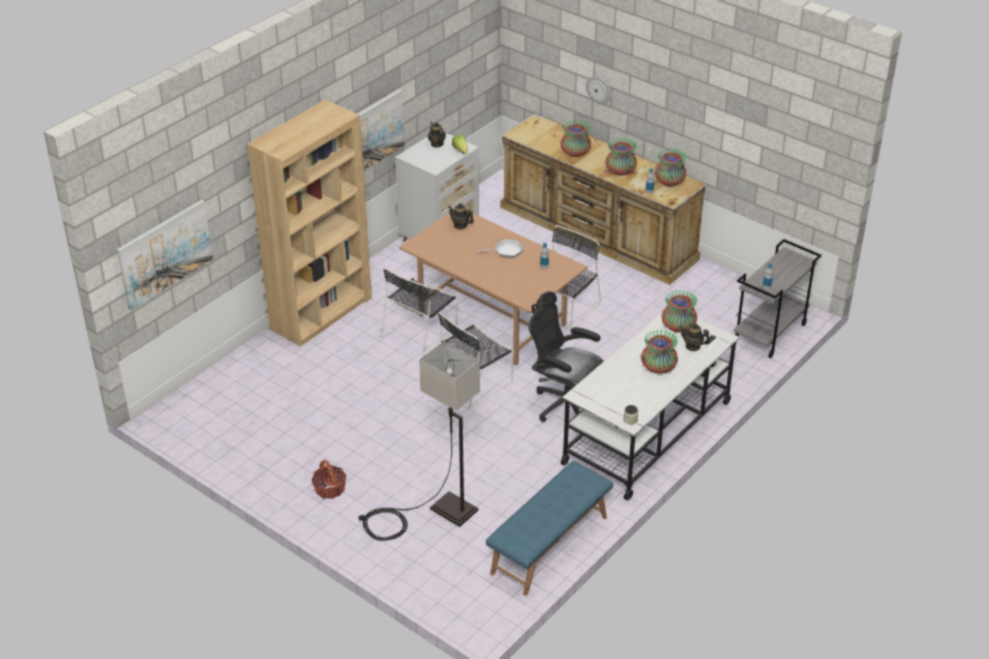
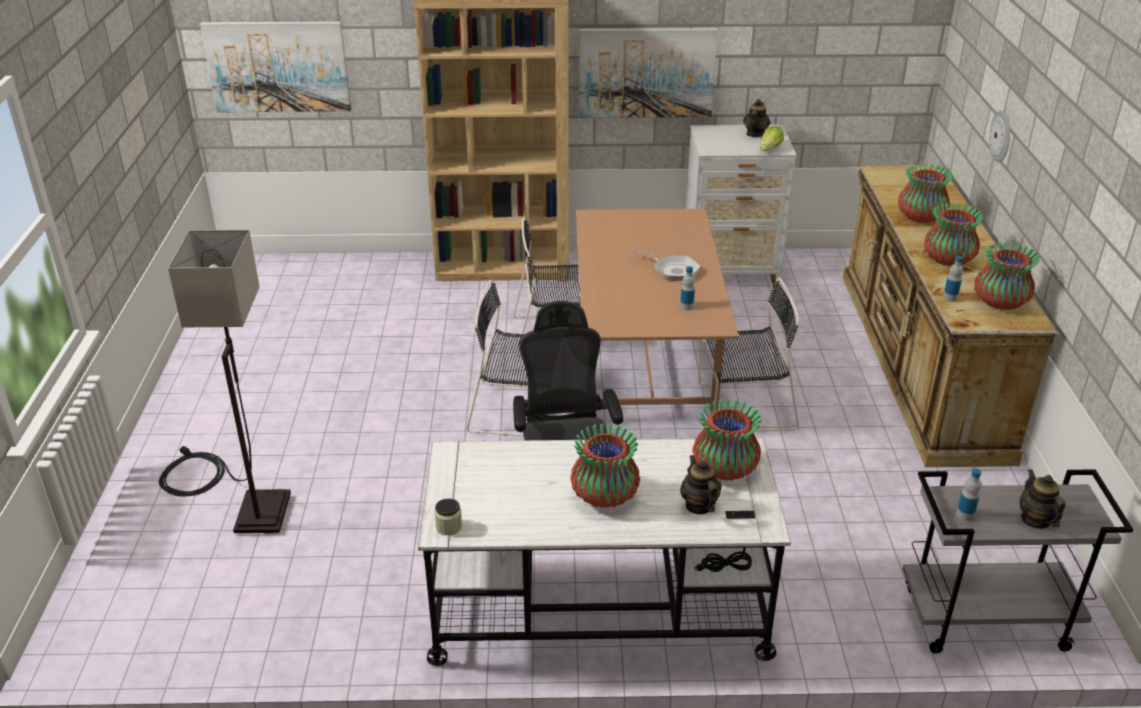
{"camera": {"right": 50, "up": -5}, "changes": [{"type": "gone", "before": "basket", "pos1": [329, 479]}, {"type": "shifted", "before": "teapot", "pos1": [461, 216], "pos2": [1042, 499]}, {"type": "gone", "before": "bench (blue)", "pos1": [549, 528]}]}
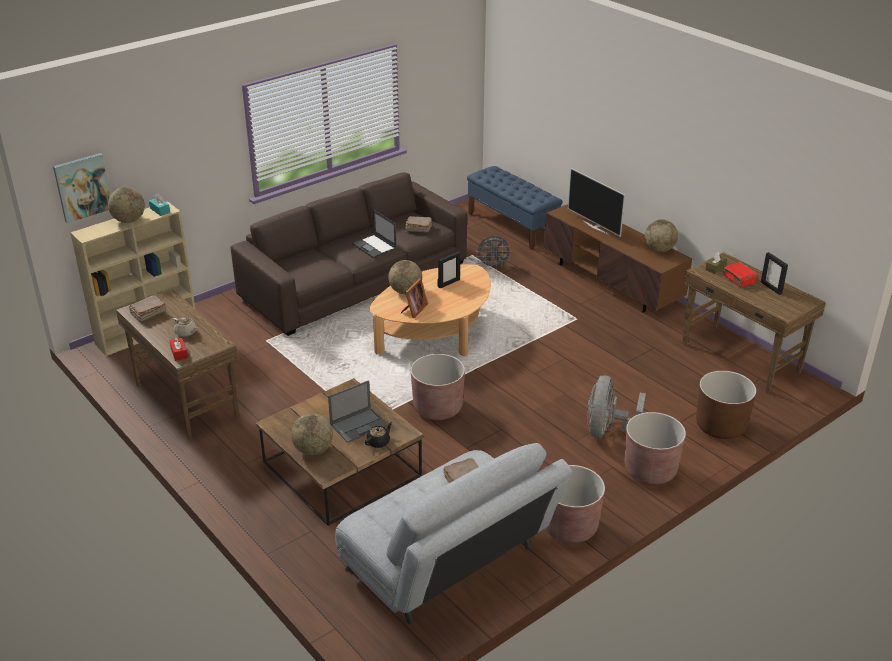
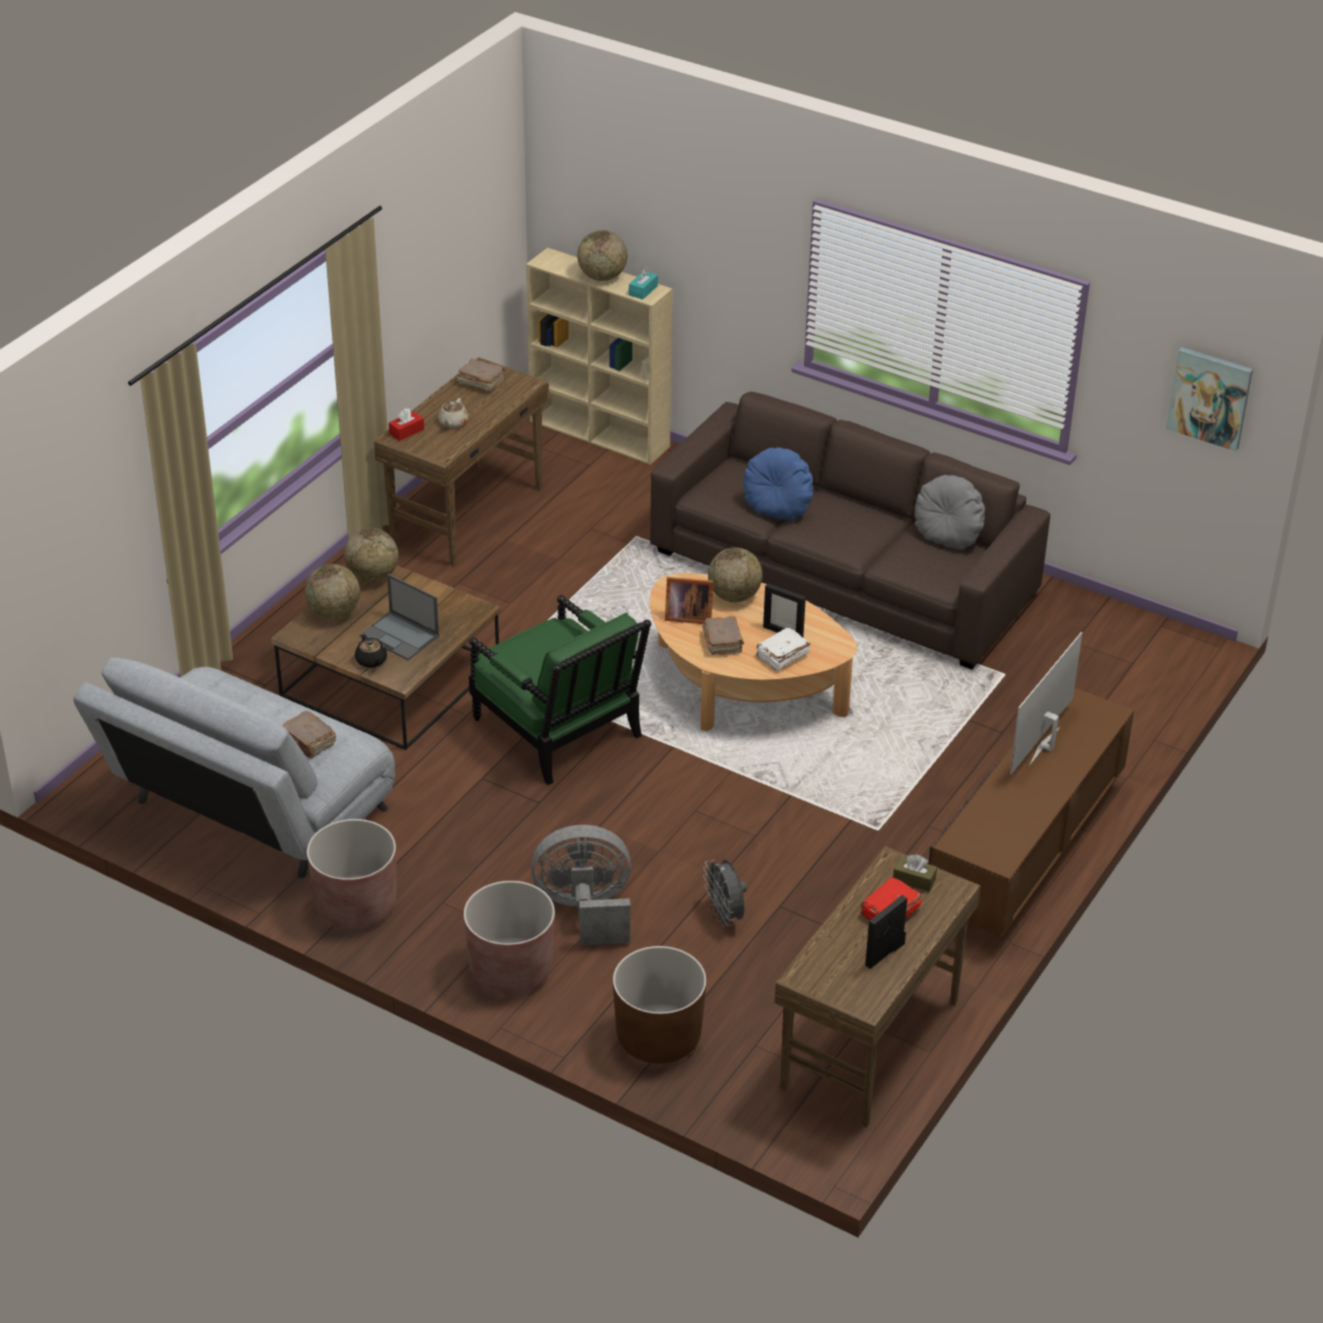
{"camera": {"right": 70, "up": 5}, "changes": [{"type": "shifted", "before": "picture", "pos1": [81, 188], "pos2": [1209, 399]}, {"type": "gone", "before": "laptop", "pos1": [374, 234]}, {"type": "rotated", "before": "teapot (black)", "pos1": [378, 435], "pos2": [371, 651], "turn": 45}, {"type": "shifted", "before": "book (brown)", "pos1": [418, 224], "pos2": [723, 635]}, {"type": "swapped", "before": "planter (brown)", "after": "armchair (green)", "pos1": [438, 387], "pos2": [560, 690]}, {"type": "gone", "before": "bench (blue)", "pos1": [514, 208]}, {"type": "shifted", "before": "fan (grey)", "pos1": [494, 252], "pos2": [725, 893]}, {"type": "shifted", "before": "globe", "pos1": [661, 235], "pos2": [371, 555]}, {"type": "new", "after": "pillow (blue)", "pos2": [778, 484]}, {"type": "new", "after": "book (white)", "pos2": [783, 649]}, {"type": "new", "after": "pillow (grey)", "pos2": [950, 512]}]}
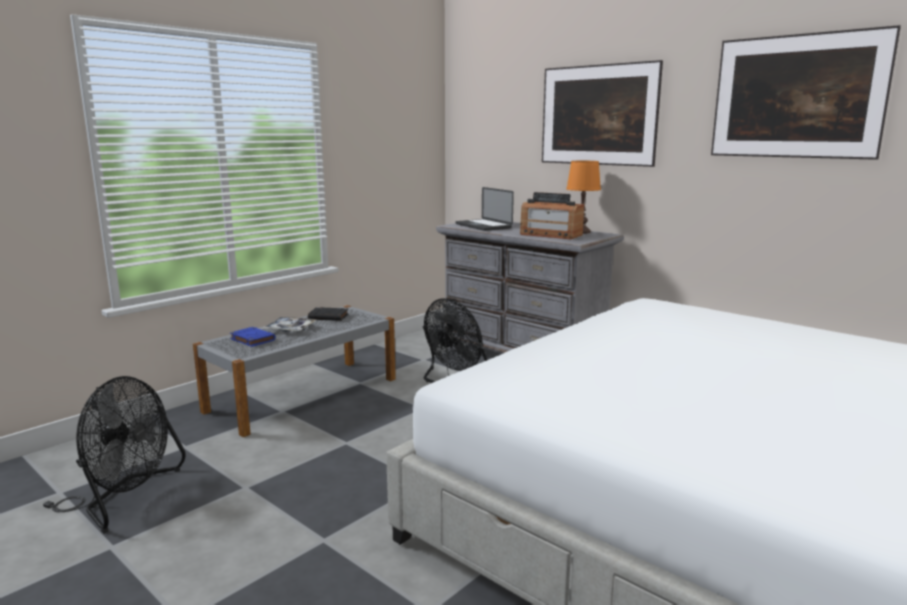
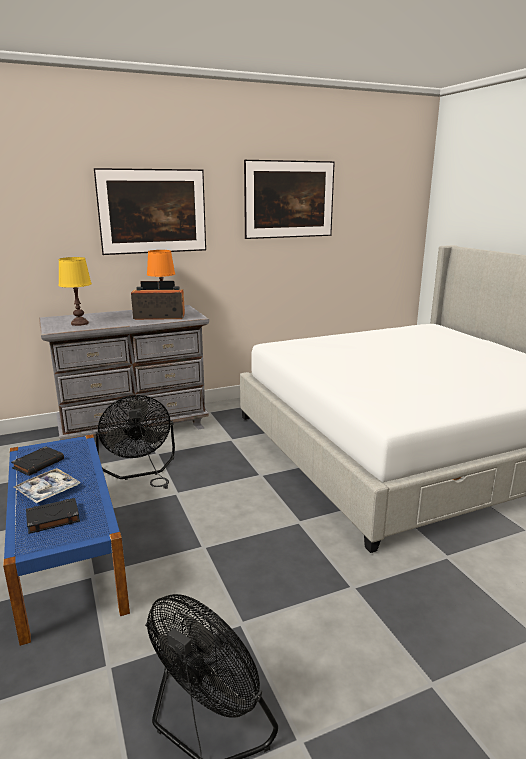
{"camera": {"right": -65, "up": 5}, "changes": [{"type": "repainted", "before": "bench (grey)", "after": "bench (blue)", "pos1": [294, 371], "pos2": [66, 540]}, {"type": "repainted", "before": "book (blue)", "after": "book (black)", "pos1": [253, 337], "pos2": [53, 516]}, {"type": "swapped", "before": "laptop", "after": "table lamp (yellow)", "pos1": [485, 209], "pos2": [75, 291]}, {"type": "rotated", "before": "radio", "pos1": [552, 215], "pos2": [158, 300], "turn": -150}]}
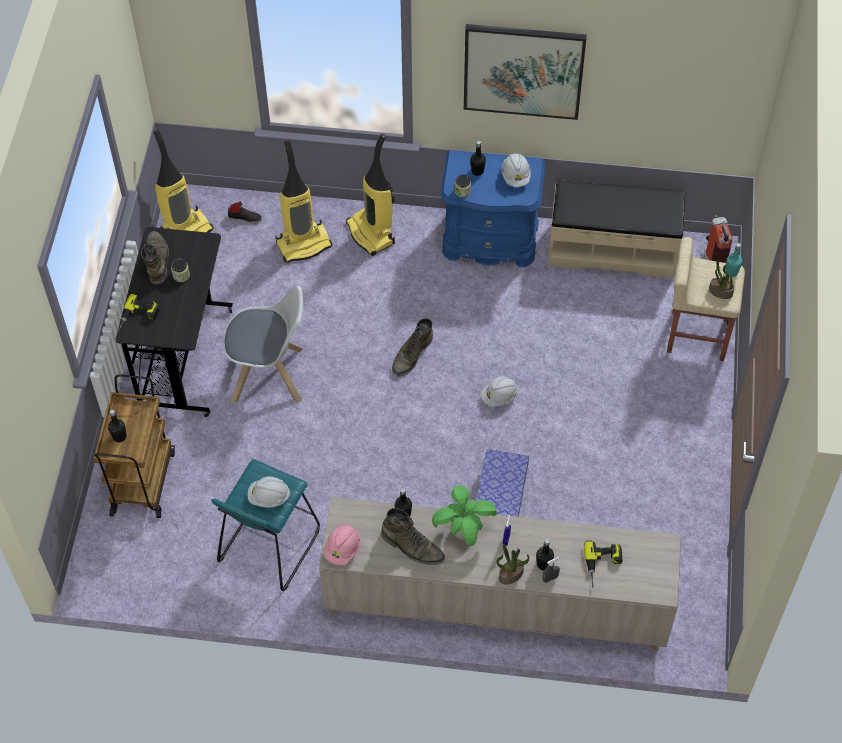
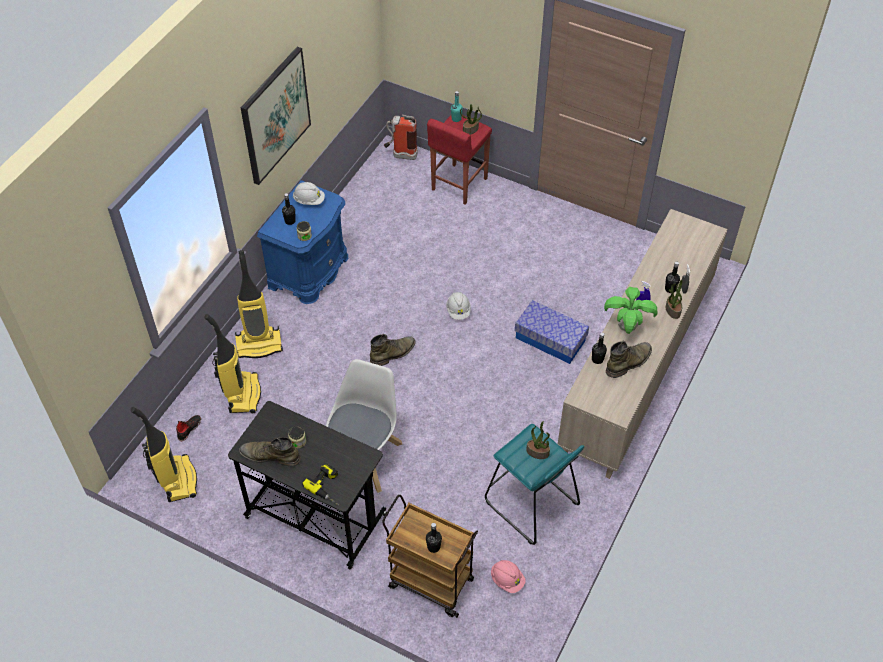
{"camera": {"right": -70, "up": -5}, "changes": [{"type": "swapped", "before": "hard hat (white)", "after": "potted plant", "pos1": [269, 492], "pos2": [538, 440]}, {"type": "shifted", "before": "hard hat (pink)", "pos1": [342, 545], "pos2": [508, 576]}, {"type": "rotated", "before": "boot (green)", "pos1": [412, 347], "pos2": [393, 350], "turn": -90}, {"type": "gone", "before": "bench (beige)", "pos1": [616, 228]}, {"type": "gone", "before": "power drill", "pos1": [603, 564]}, {"type": "repainted", "before": "stool (beige)", "after": "stool (red)", "pos1": [706, 299], "pos2": [459, 160]}]}
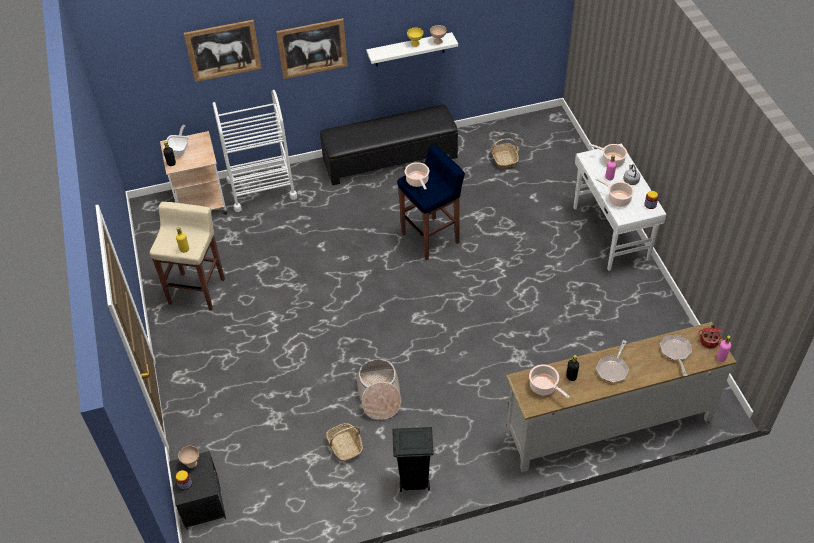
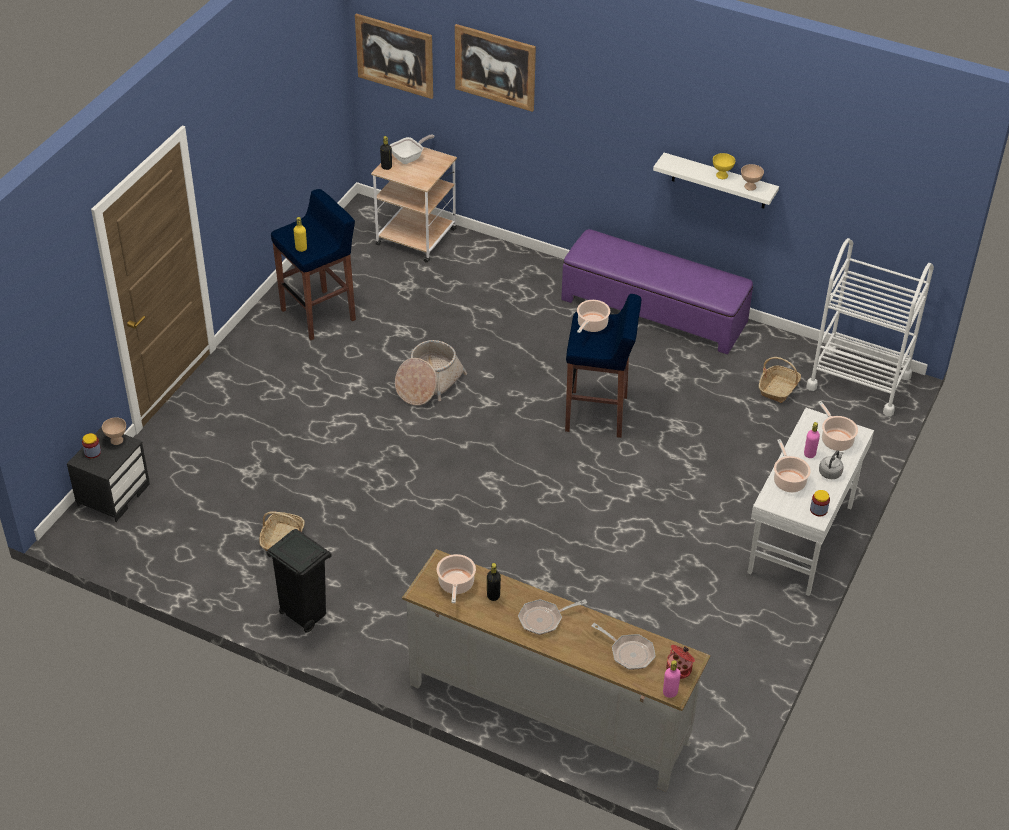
{"camera": {"right": 40, "up": -5}, "changes": [{"type": "repainted", "before": "stool (beige)", "after": "stool (blue)", "pos1": [187, 256], "pos2": [313, 264]}, {"type": "shifted", "before": "cart (white)", "pos1": [254, 151], "pos2": [870, 327]}, {"type": "shifted", "before": "picture", "pos1": [312, 48], "pos2": [394, 56]}, {"type": "repainted", "before": "bench (black)", "after": "bench (purple)", "pos1": [389, 144], "pos2": [657, 291]}, {"type": "shifted", "before": "basket", "pos1": [379, 389], "pos2": [431, 373]}, {"type": "rotated", "before": "frying pan", "pos1": [676, 355], "pos2": [623, 646], "turn": 90}]}
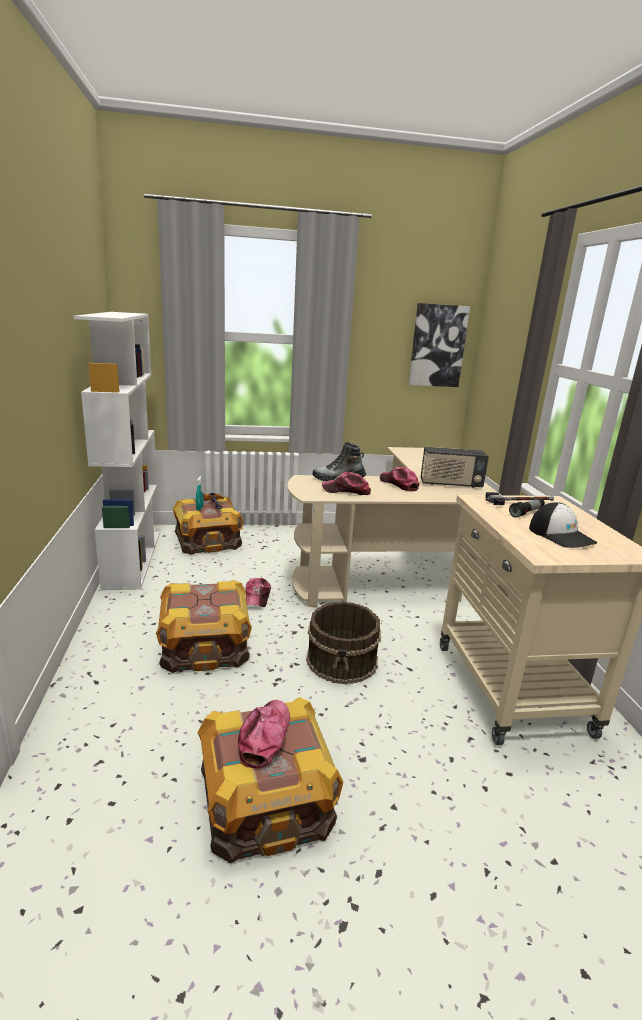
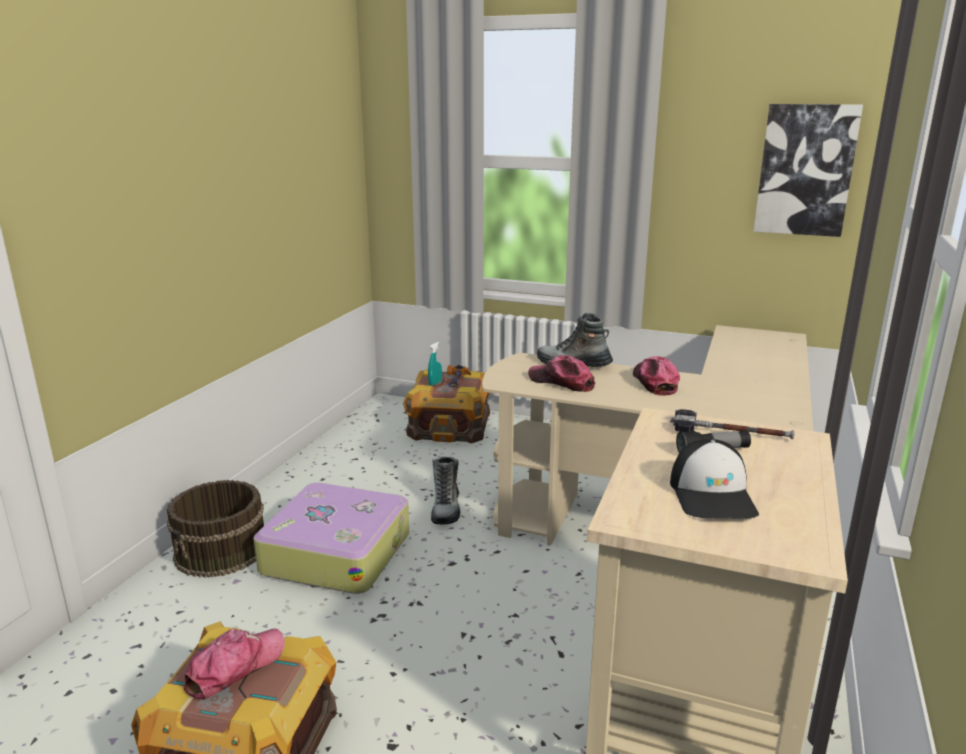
{"camera": {"right": 30, "up": 0}, "changes": [{"type": "gone", "before": "bookcase (white)", "pos1": [117, 451]}, {"type": "swapped", "before": "crate", "after": "suitcase", "pos1": [204, 626], "pos2": [331, 538]}, {"type": "swapped", "before": "cap", "after": "boot", "pos1": [258, 592], "pos2": [445, 491]}, {"type": "shifted", "before": "bucket (brown)", "pos1": [343, 643], "pos2": [215, 529]}, {"type": "gone", "before": "radio", "pos1": [455, 467]}]}
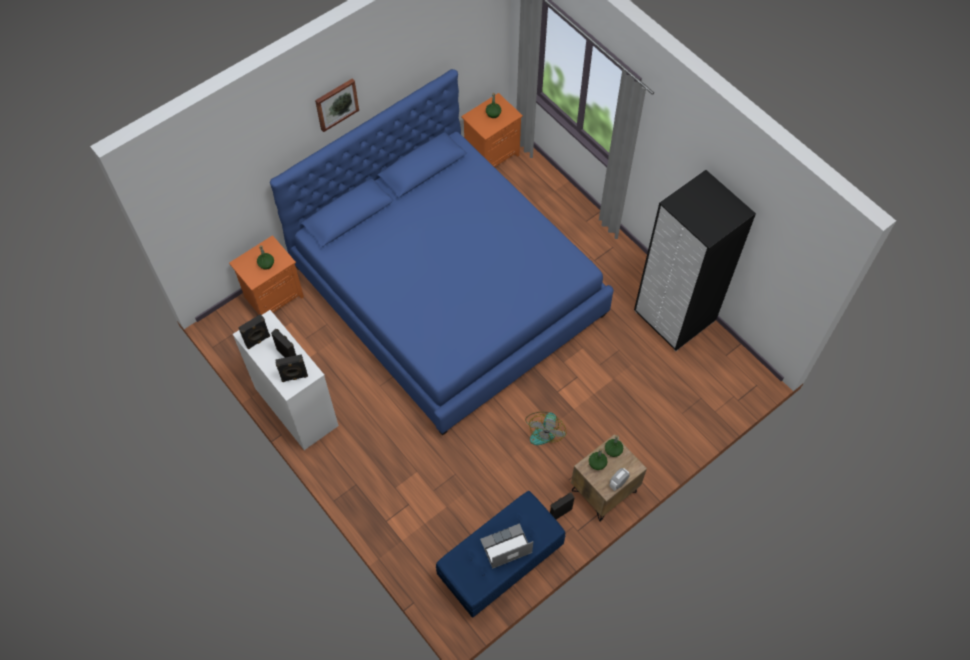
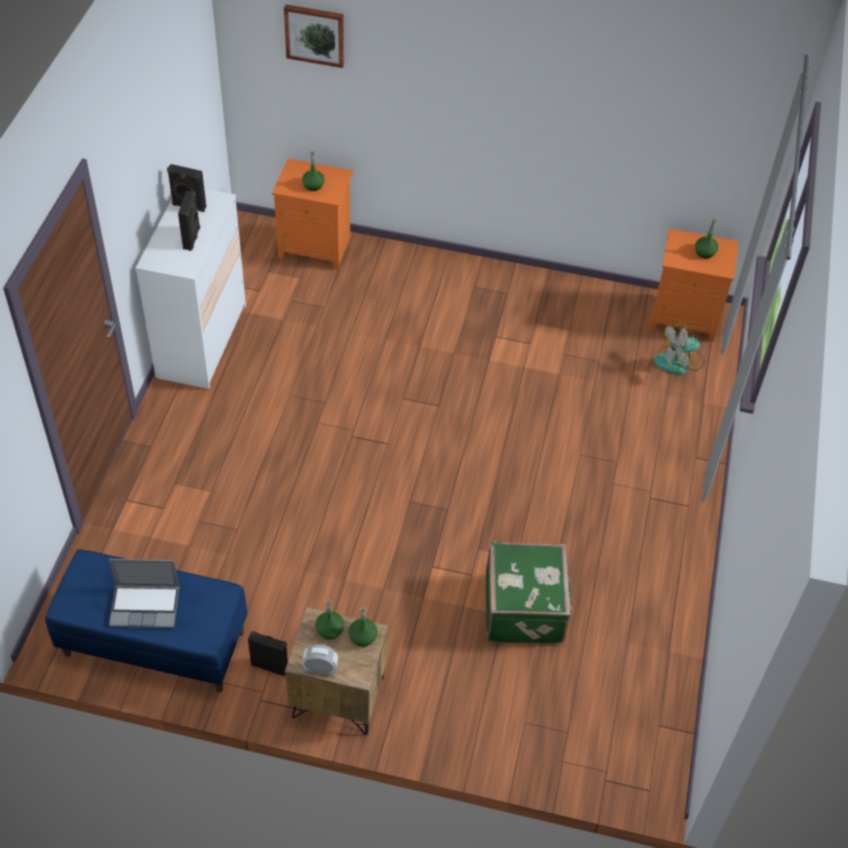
{"camera": {"right": 50, "up": -10}, "changes": [{"type": "gone", "before": "bed (blue)", "pos1": [442, 252]}, {"type": "gone", "before": "speaker (black)", "pos1": [291, 368]}, {"type": "shifted", "before": "picture", "pos1": [337, 105], "pos2": [314, 36]}, {"type": "rotated", "before": "laptop", "pos1": [506, 546], "pos2": [144, 593], "turn": 150}, {"type": "shifted", "before": "fan", "pos1": [545, 428], "pos2": [679, 348]}, {"type": "gone", "before": "wardrobe", "pos1": [695, 260]}, {"type": "new", "after": "suitcase (green)", "pos2": [529, 593]}]}
